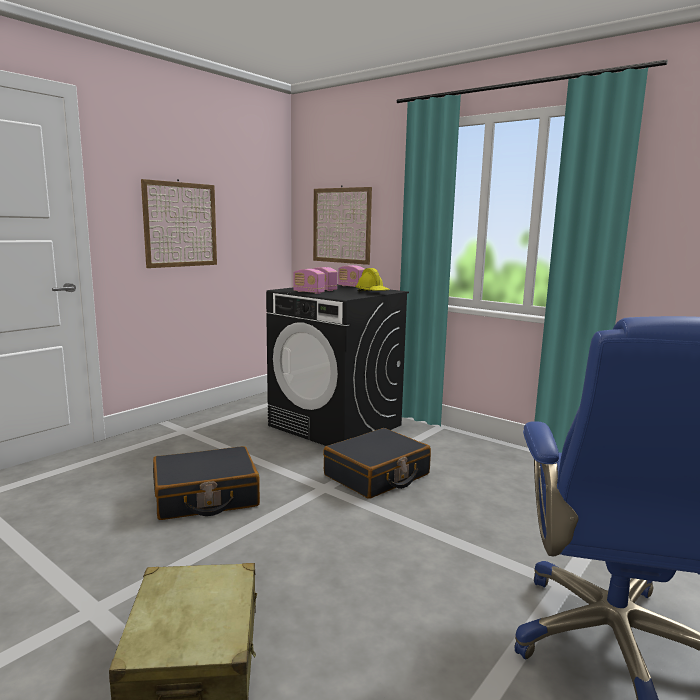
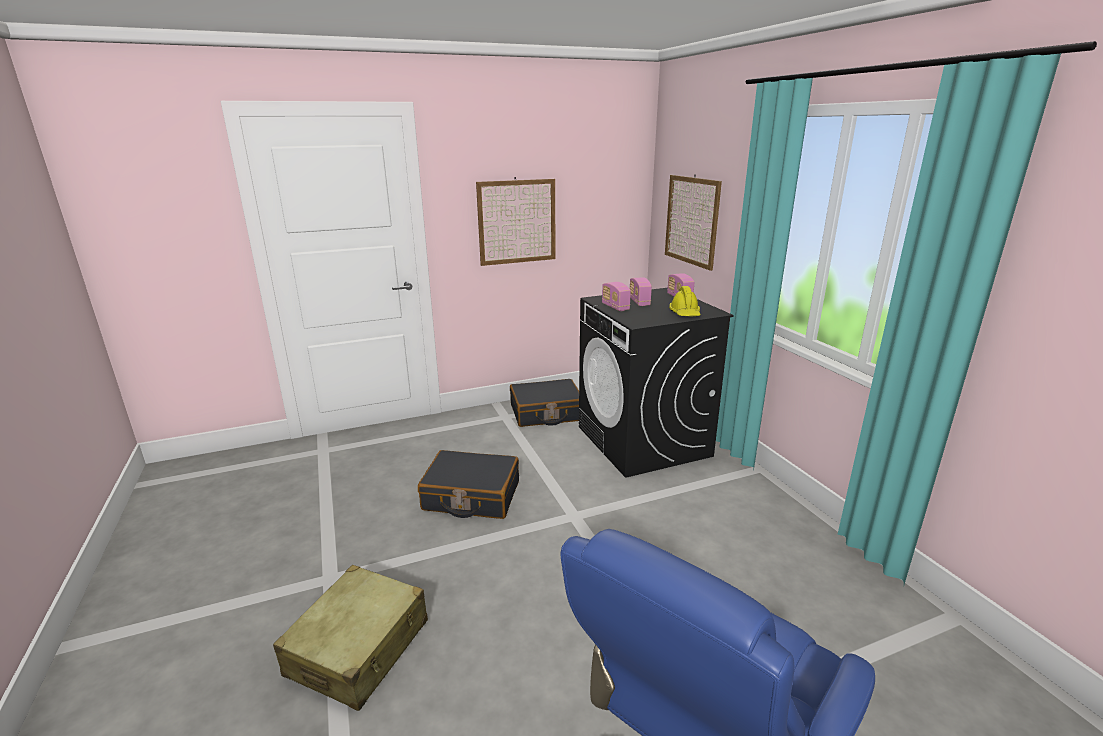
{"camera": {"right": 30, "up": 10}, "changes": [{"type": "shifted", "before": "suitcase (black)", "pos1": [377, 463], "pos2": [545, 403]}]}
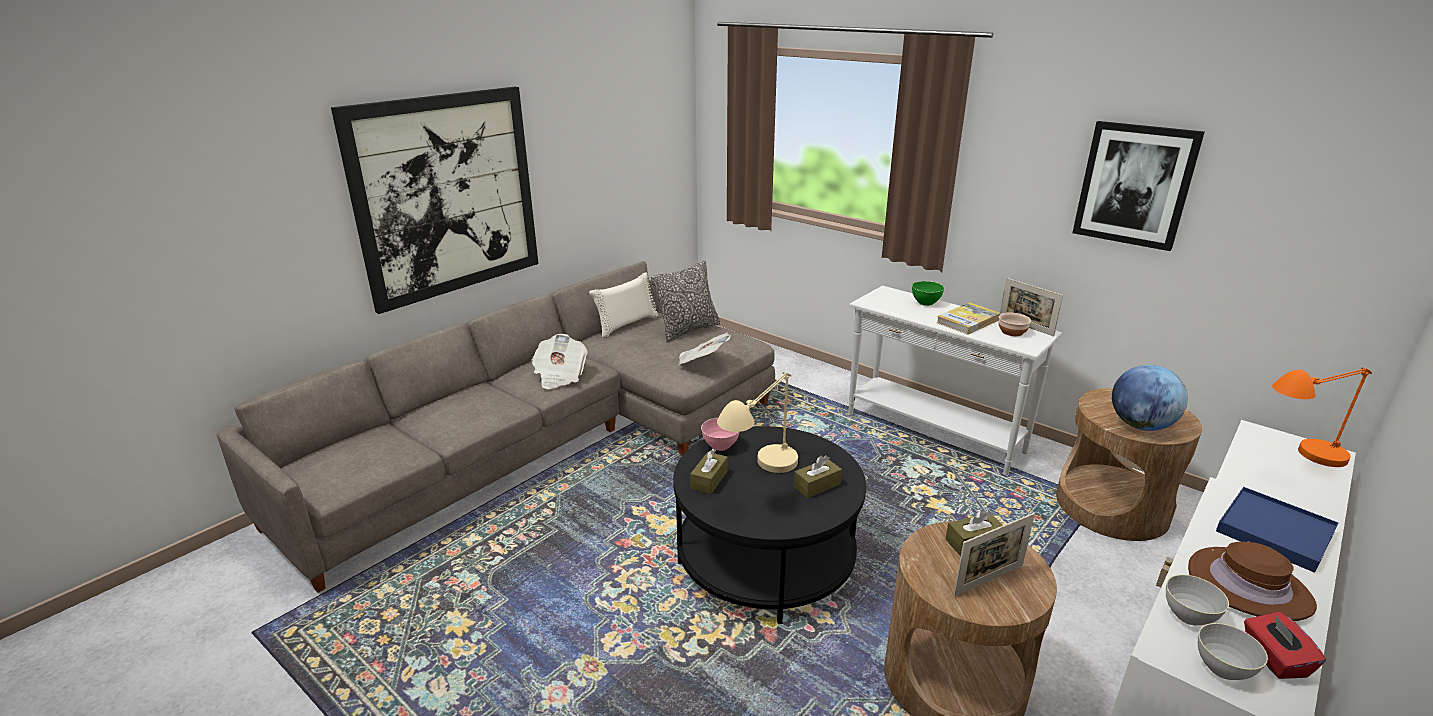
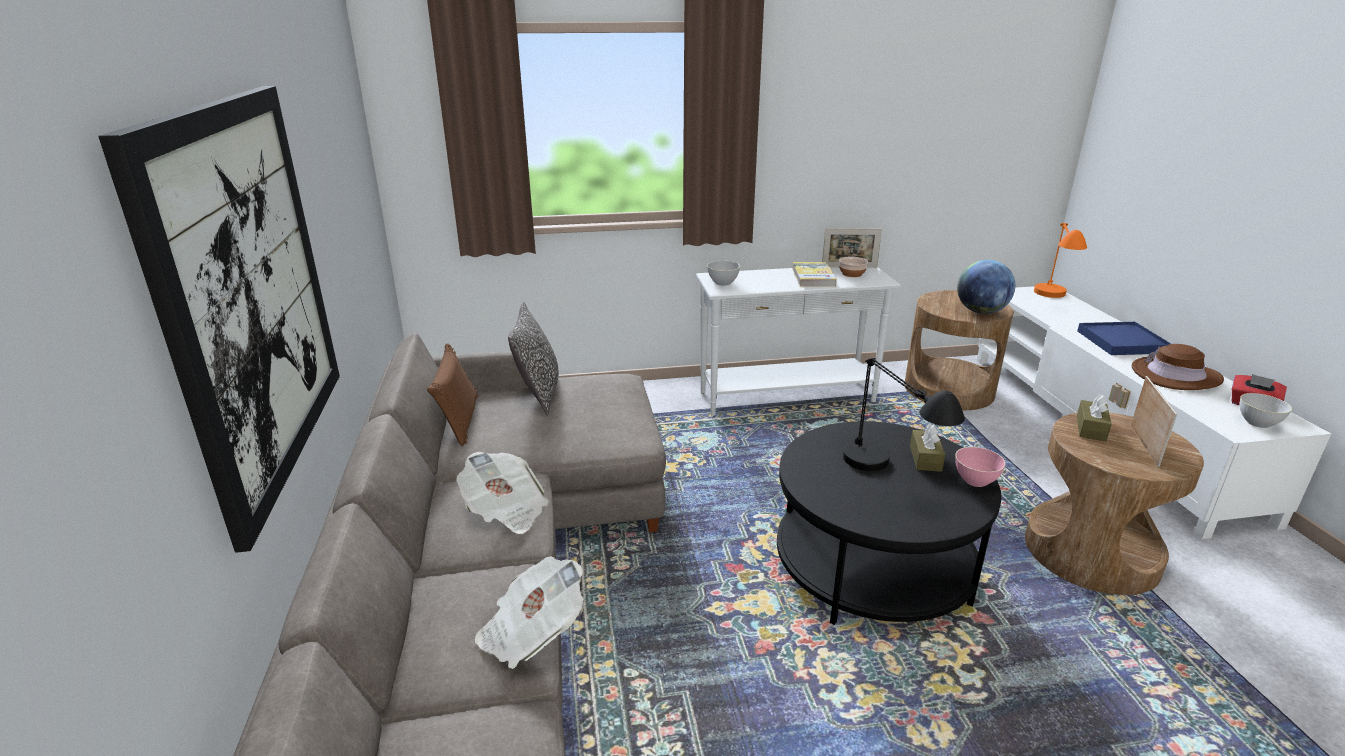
{"camera": {"right": -50, "up": 0}, "changes": [{"type": "repainted", "before": "pillow (white)", "after": "pillow (brown)", "pos1": [623, 305], "pos2": [453, 394]}, {"type": "shifted", "before": "newspaper", "pos1": [704, 349], "pos2": [529, 612]}, {"type": "gone", "before": "tissue box (brown)", "pos1": [709, 471]}, {"type": "shifted", "before": "bowl (pink)", "pos1": [720, 434], "pos2": [980, 467]}, {"type": "repainted", "before": "table lamp (beige)", "after": "table lamp (black)", "pos1": [757, 422], "pos2": [904, 414]}, {"type": "gone", "before": "bowl (green)", "pos1": [928, 293]}, {"type": "gone", "before": "picture", "pos1": [1138, 186]}, {"type": "shifted", "before": "bowl (grey)", "pos1": [1197, 600], "pos2": [723, 273]}]}
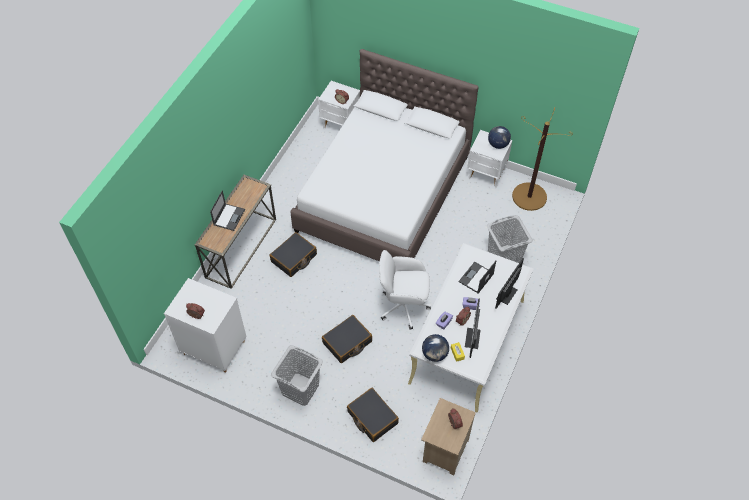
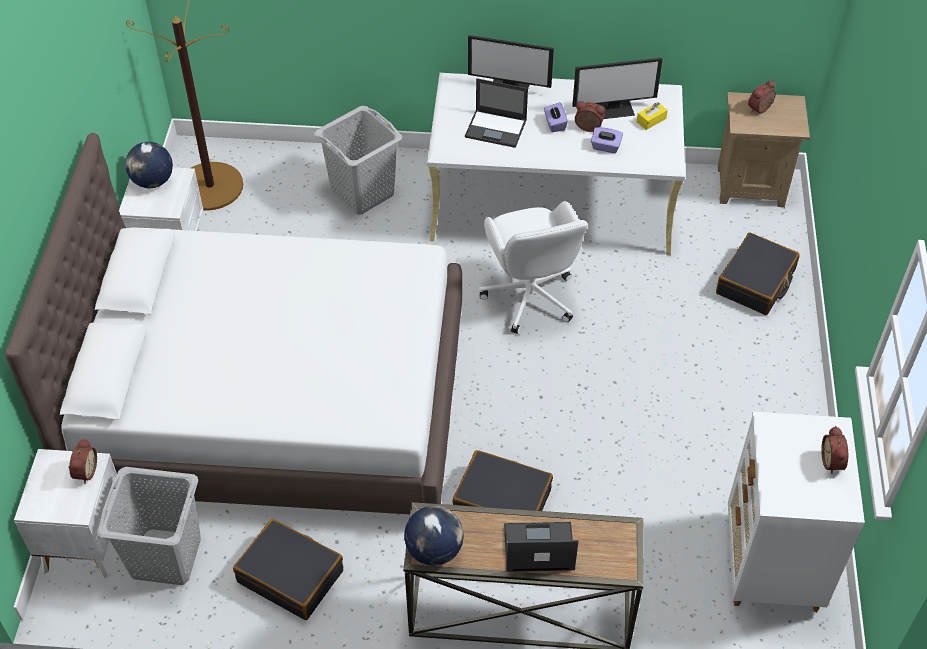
{"camera": {"right": -110, "up": -5}, "changes": [{"type": "shifted", "before": "laundry basket (grey)", "pos1": [297, 375], "pos2": [149, 526]}, {"type": "shifted", "before": "suitcase (black)", "pos1": [347, 339], "pos2": [288, 569]}, {"type": "shifted", "before": "globe", "pos1": [435, 348], "pos2": [434, 536]}]}
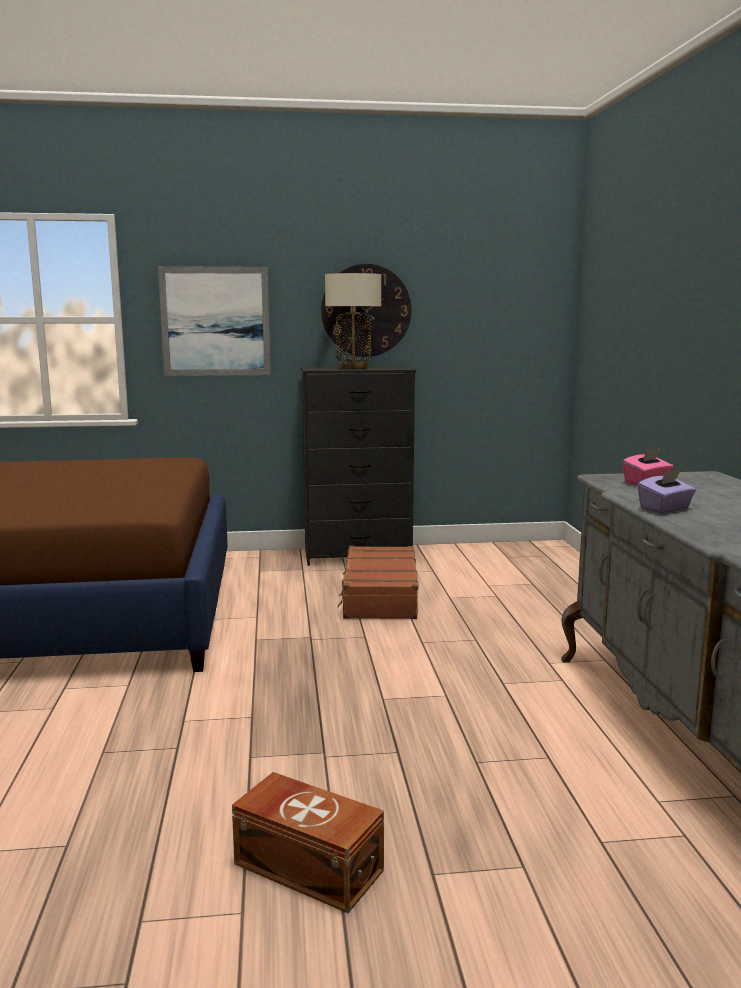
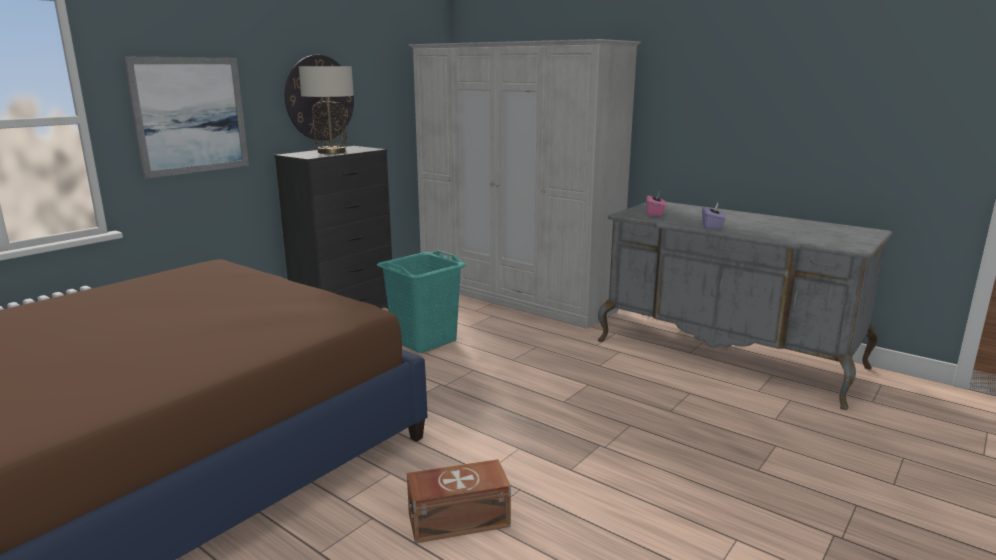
{"camera": {"right": -45, "up": 5}, "changes": [{"type": "shifted", "before": "storage box (brown)", "pos1": [308, 842], "pos2": [459, 501]}, {"type": "swapped", "before": "suitcase (brown)", "after": "laundry basket (turquoise)", "pos1": [378, 582], "pos2": [421, 302]}, {"type": "new", "after": "wardrobe (white)", "pos2": [525, 184]}]}
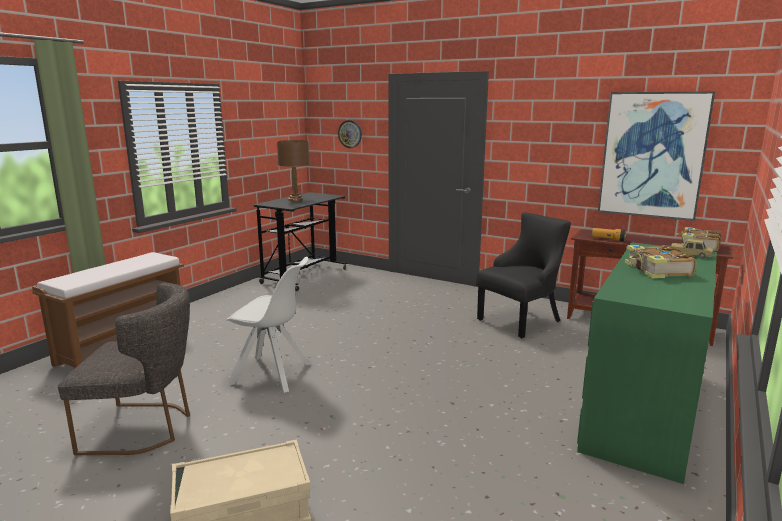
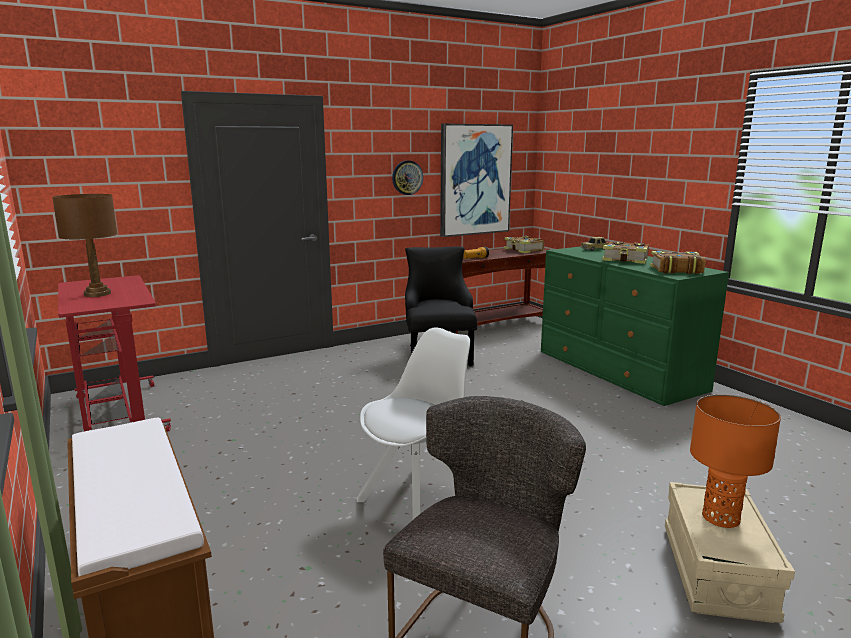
{"camera": {"right": -60, "up": 0}, "changes": [{"type": "repainted", "before": "desk (black)", "after": "desk (red)", "pos1": [300, 241], "pos2": [114, 353]}, {"type": "shifted", "before": "wall clock", "pos1": [350, 134], "pos2": [407, 177]}, {"type": "new", "after": "book", "pos2": [677, 262]}, {"type": "new", "after": "table lamp (orange)", "pos2": [735, 461]}]}
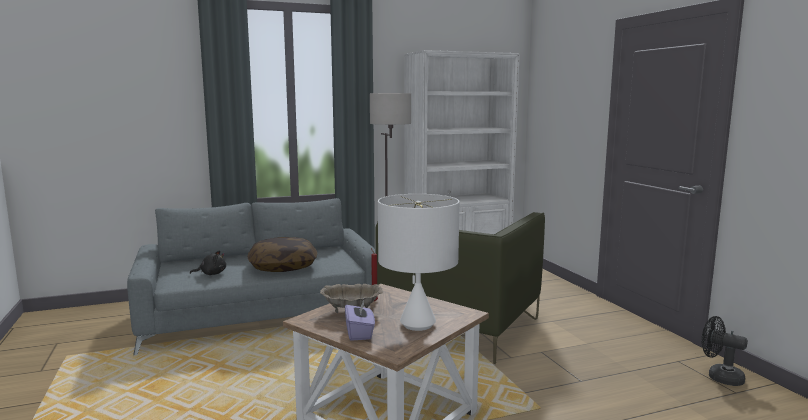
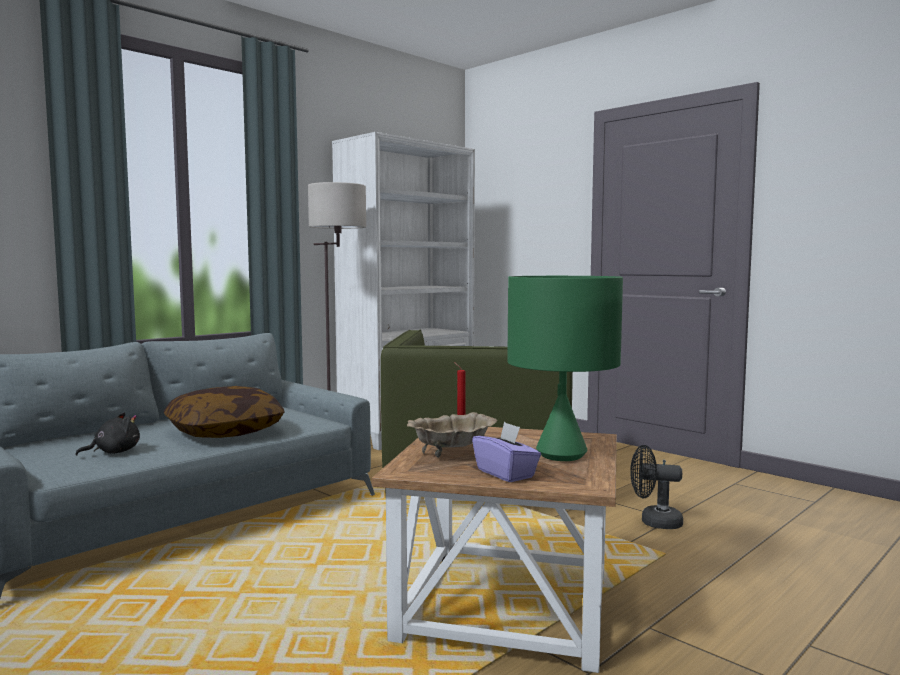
{"camera": {"right": -25, "up": -5}, "changes": [{"type": "repainted", "before": "table lamp (white)", "after": "table lamp (green)", "pos1": [419, 262], "pos2": [565, 368]}, {"type": "shifted", "before": "fan (black)", "pos1": [724, 351], "pos2": [656, 487]}]}
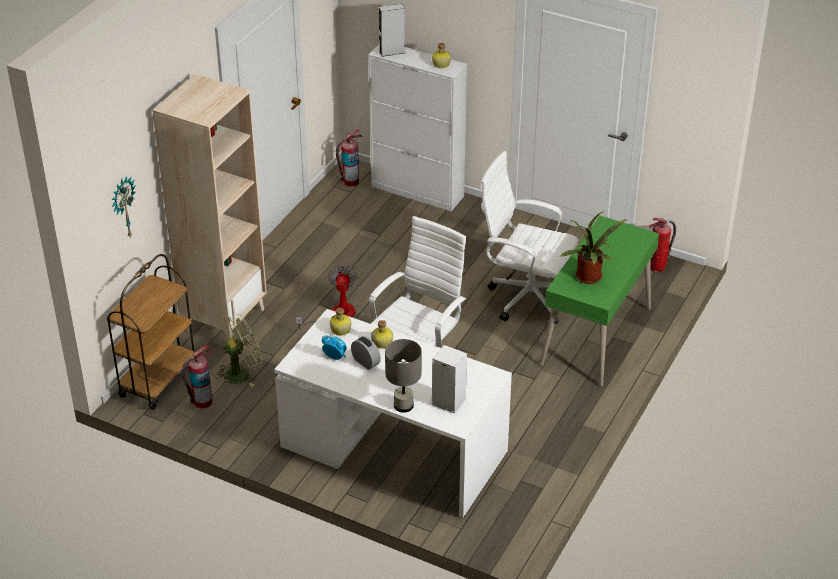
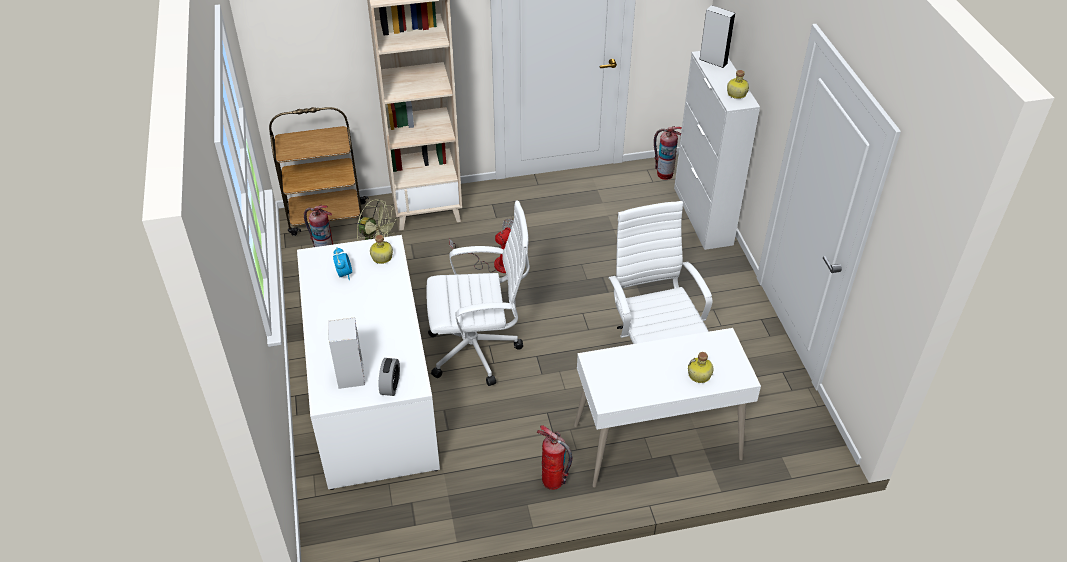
{"camera": {"right": 50, "up": 5}, "changes": [{"type": "gone", "before": "wall clock", "pos1": [124, 207]}, {"type": "shifted", "before": "alarm clock", "pos1": [366, 353], "pos2": [389, 377]}, {"type": "shifted", "before": "bottle", "pos1": [382, 334], "pos2": [701, 367]}, {"type": "gone", "before": "table lamp (grey)", "pos1": [403, 376]}, {"type": "repainted", "before": "desk (green)", "after": "desk (white)", "pos1": [599, 301], "pos2": [667, 408]}, {"type": "gone", "before": "potted plant", "pos1": [594, 247]}, {"type": "shifted", "before": "fire extinguisher", "pos1": [662, 245], "pos2": [554, 457]}]}
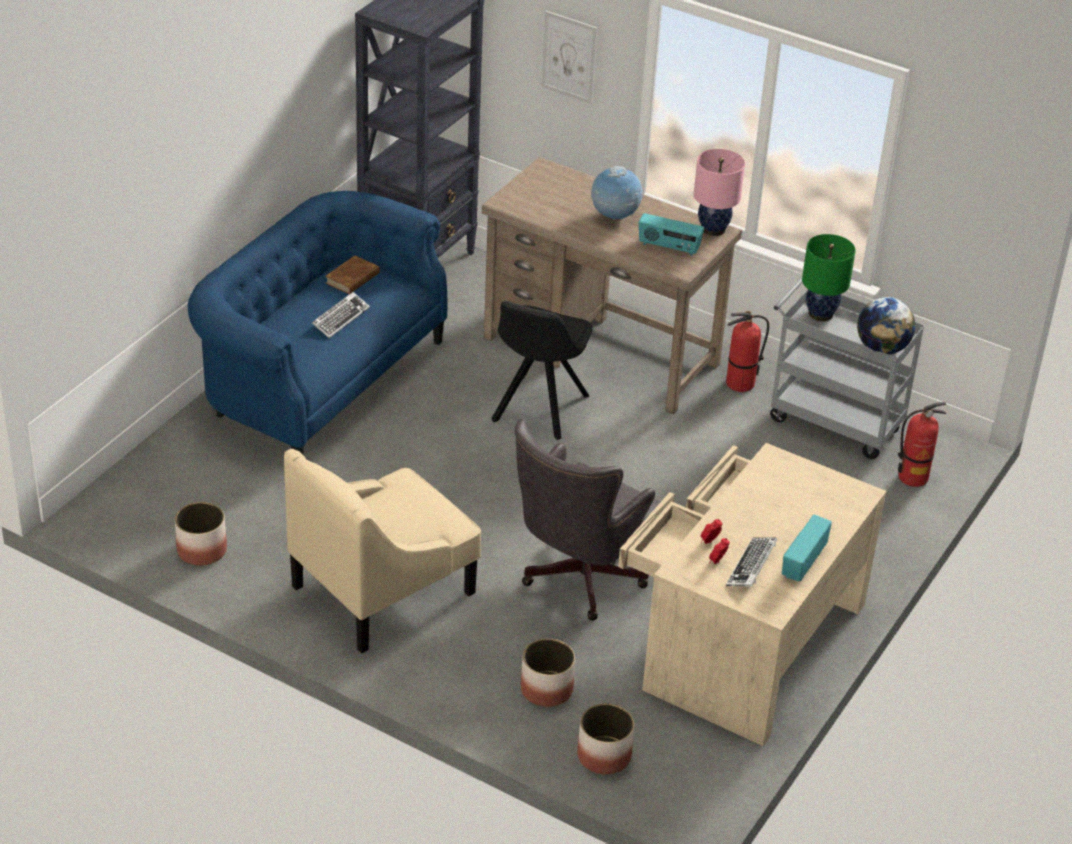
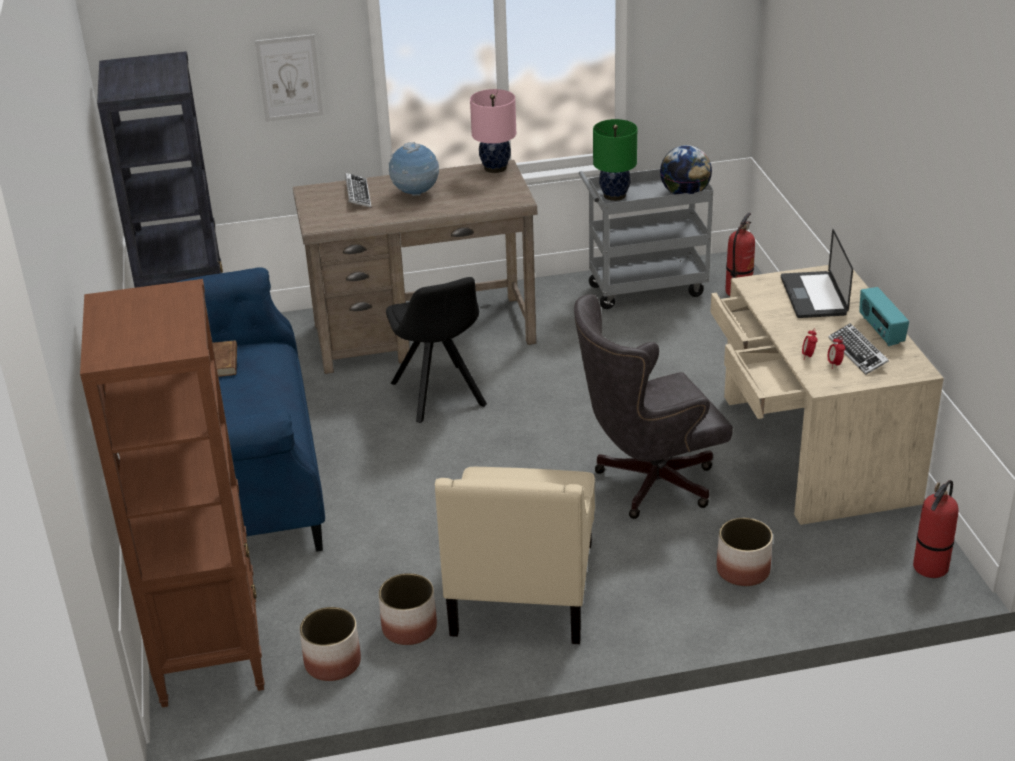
{"camera": {"right": -40, "up": -5}, "changes": [{"type": "shifted", "before": "keyboard", "pos1": [341, 315], "pos2": [358, 190]}, {"type": "rotated", "before": "office chair (grey)", "pos1": [587, 520], "pos2": [653, 406], "turn": 75}, {"type": "shifted", "before": "planter", "pos1": [605, 738], "pos2": [407, 609]}, {"type": "gone", "before": "radio", "pos1": [671, 234]}, {"type": "shifted", "before": "fire extinguisher", "pos1": [747, 351], "pos2": [936, 529]}, {"type": "new", "after": "bookcase (brown)", "pos2": [172, 493]}, {"type": "new", "after": "laptop", "pos2": [817, 273]}]}
